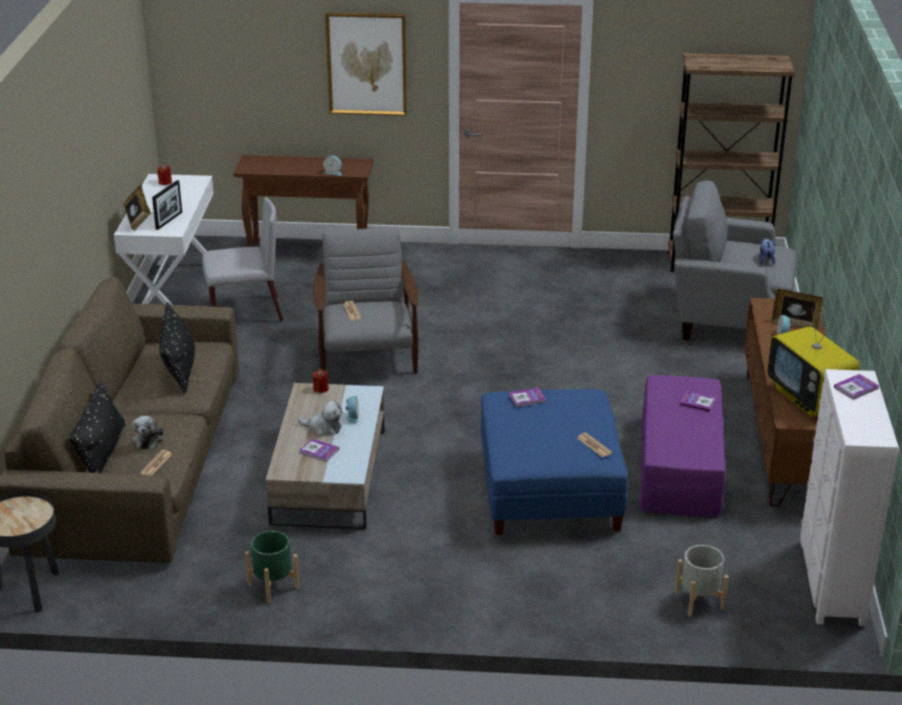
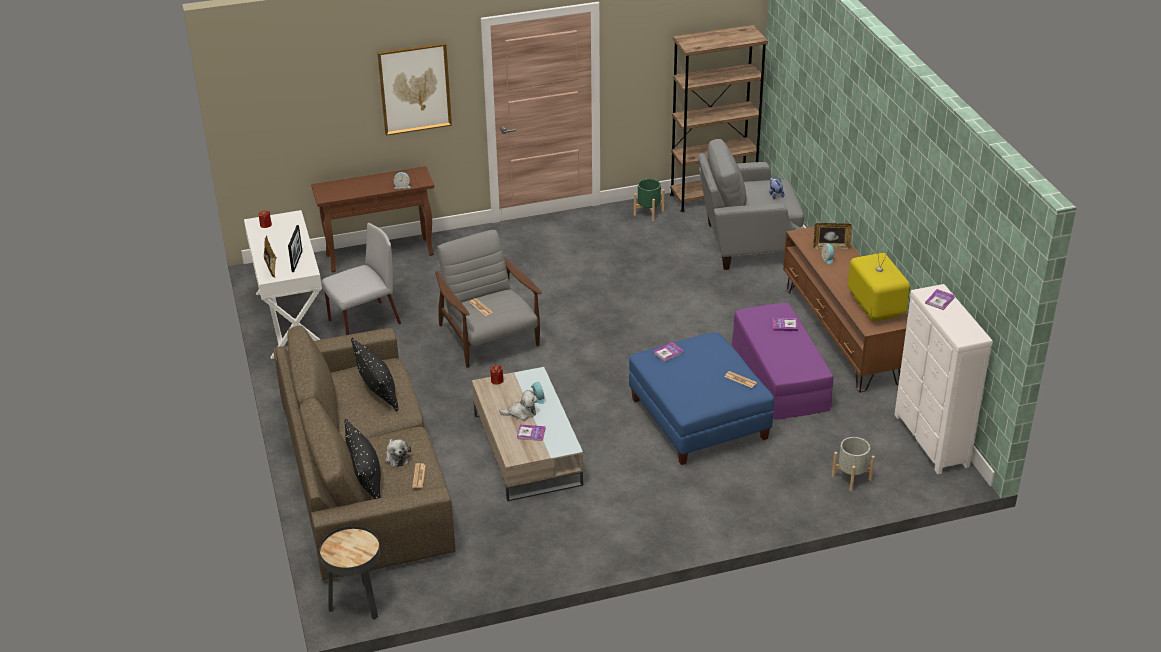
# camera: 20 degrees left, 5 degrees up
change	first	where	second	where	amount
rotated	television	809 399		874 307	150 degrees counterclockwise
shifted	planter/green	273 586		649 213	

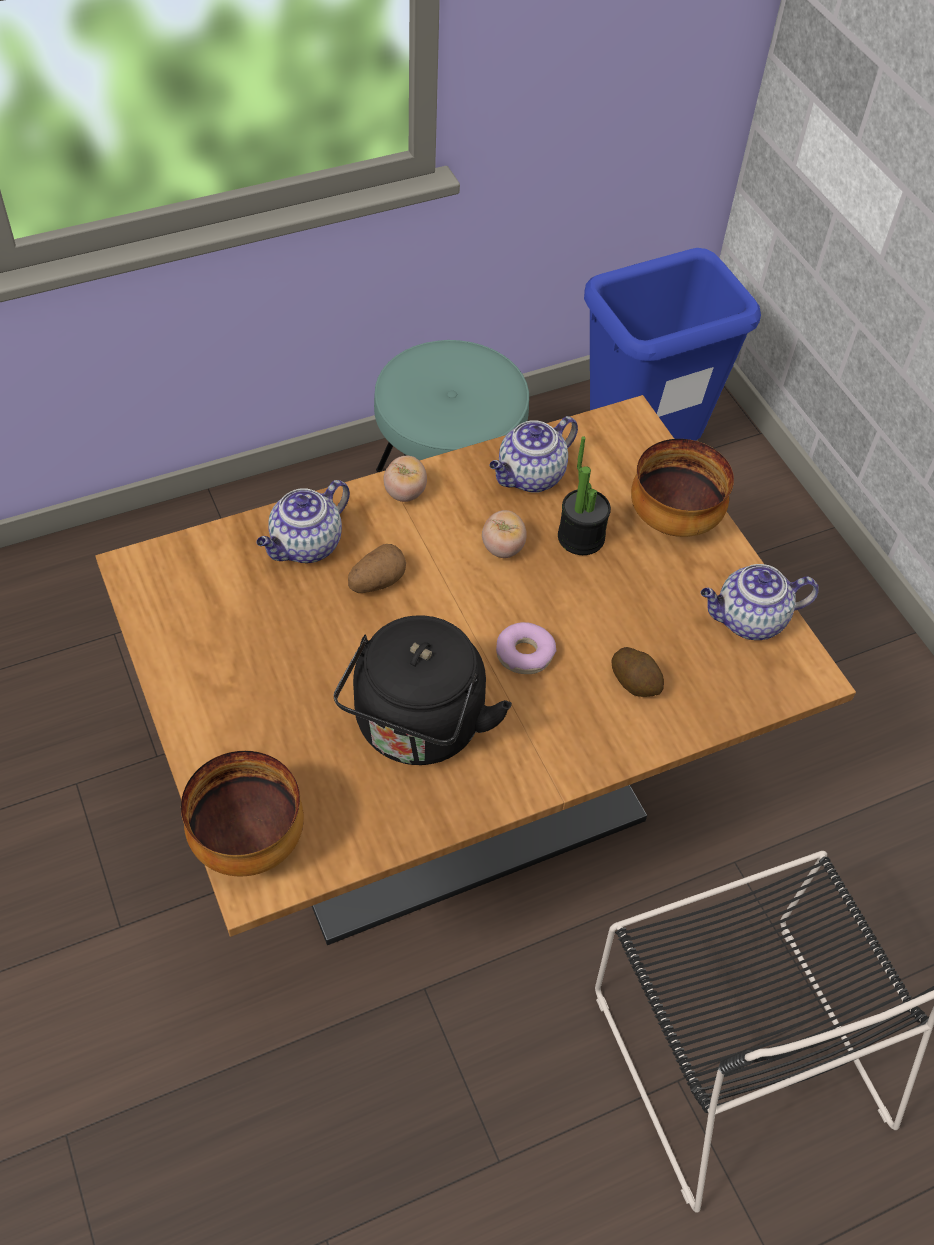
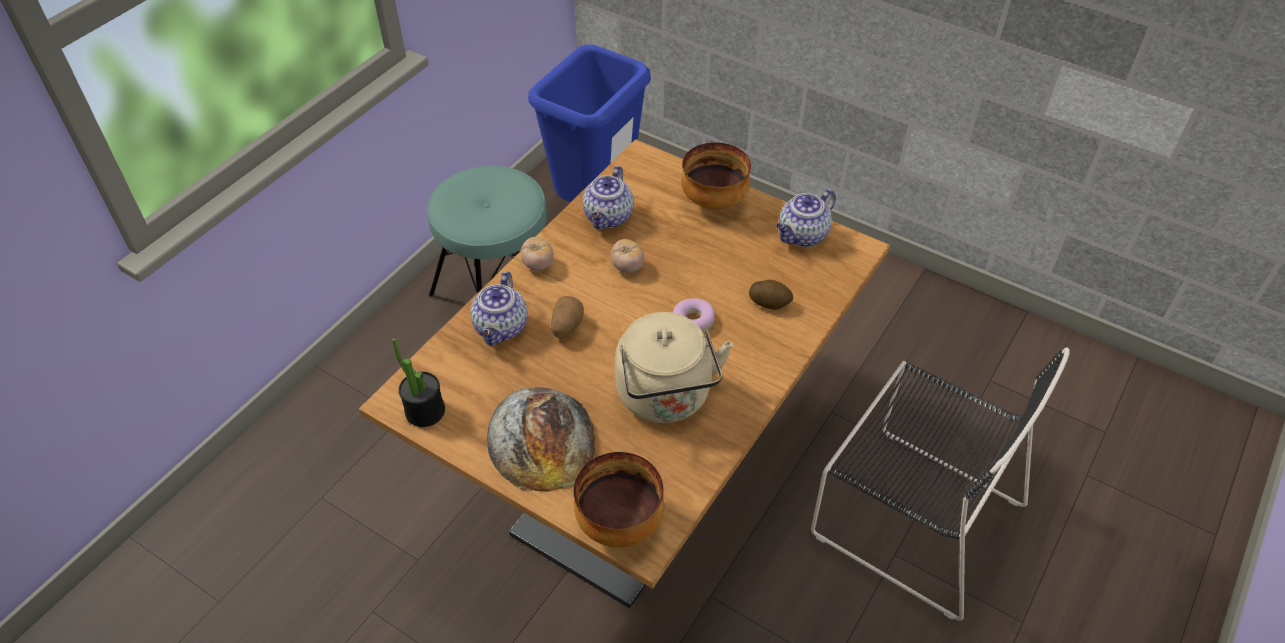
# camera: 30 degrees left, 5 degrees down
change	first	where	second	where	amount
shifted	potted plant	581 537		425 411	
repainted	kettle/black	417 729	kettle/beige	666 398	
new			bread	541 438	

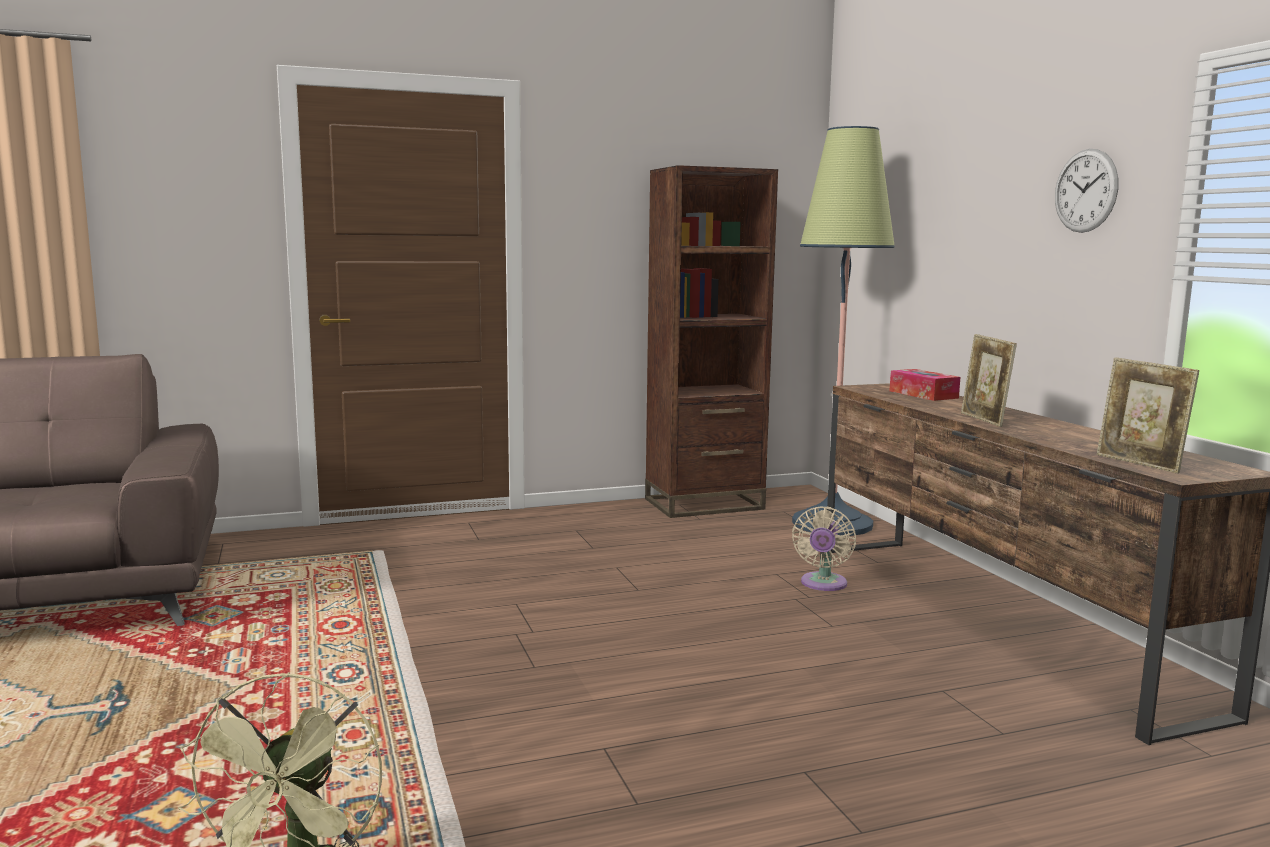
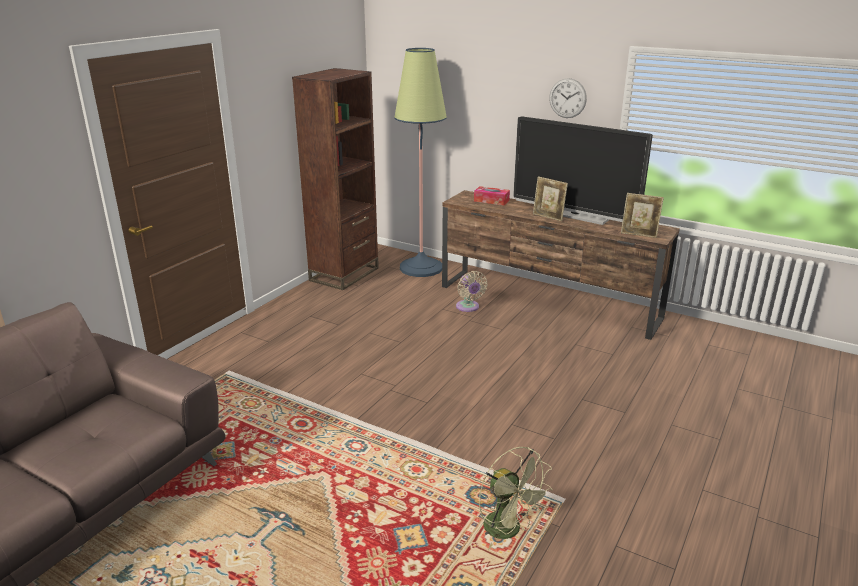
# camera: 40 degrees left, 15 degrees up
change	first	where	second	where	amount
new			television	574 215	

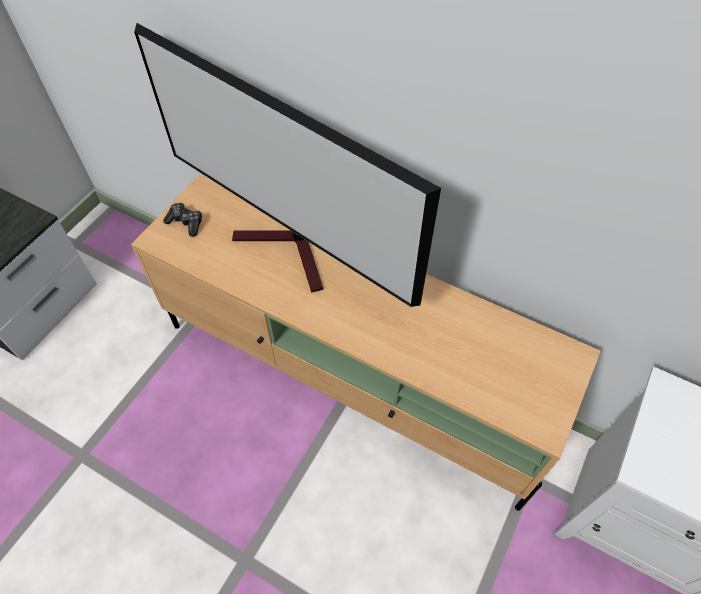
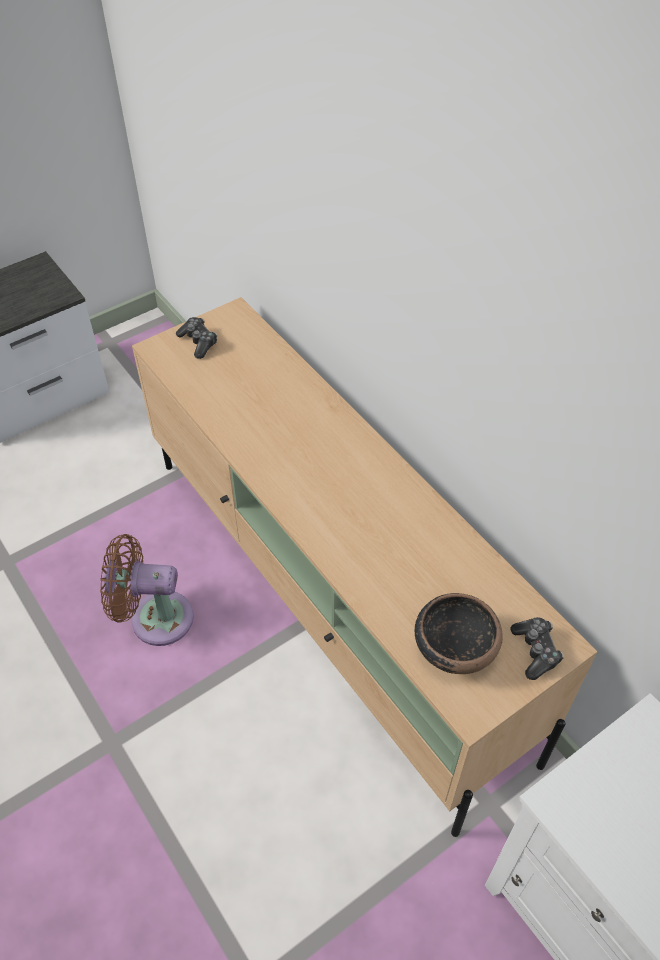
# camera: 25 degrees right, 5 degrees down
change	first	where	second	where	amount
gone	television	292 250			
new			fan/brown	155 618	
new			bowl	454 648	
new			game controller	535 651	

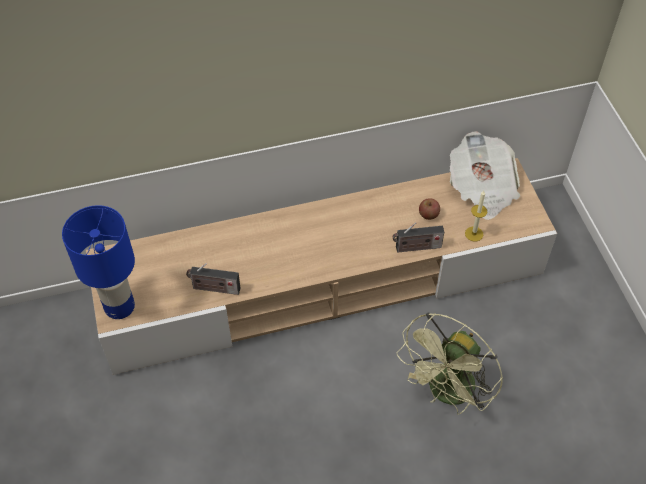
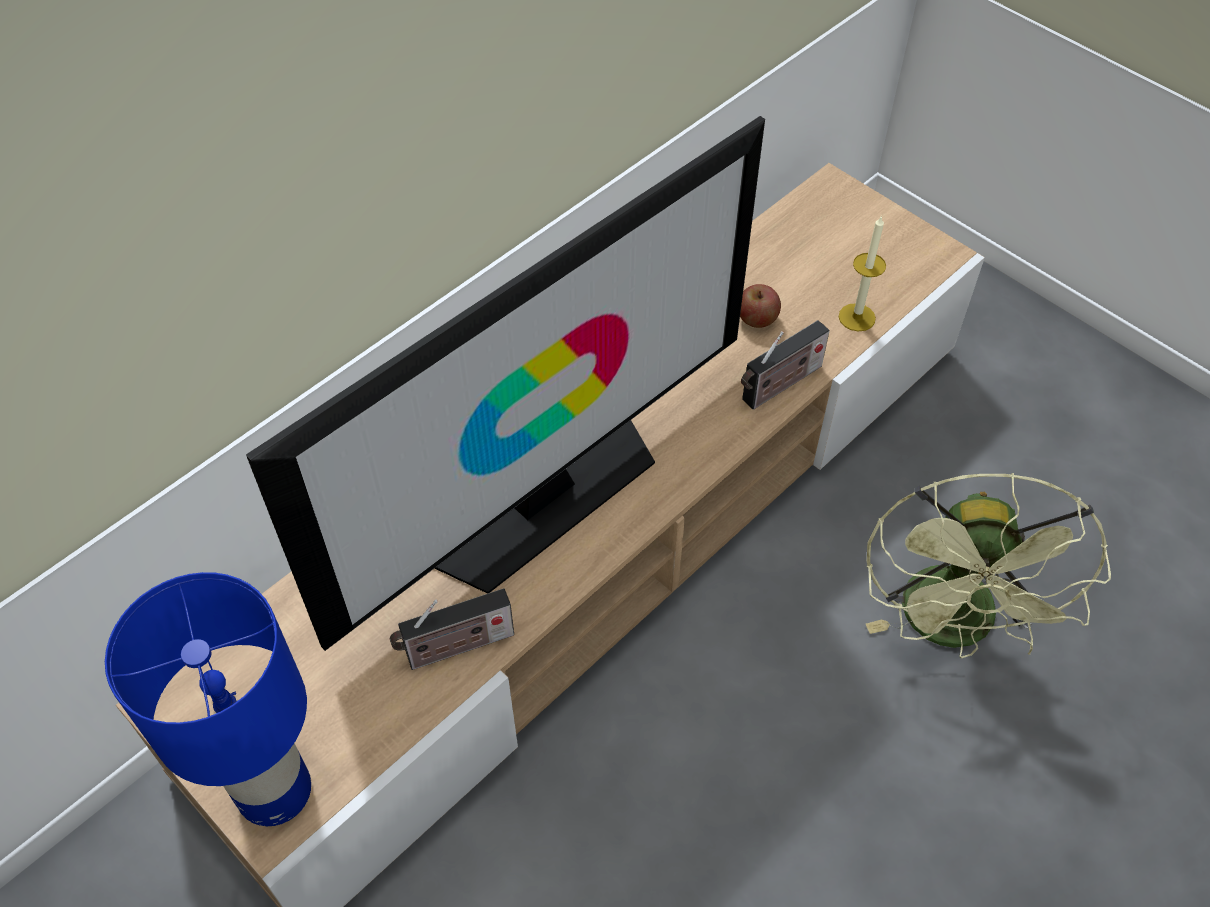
# camera: 30 degrees left, 0 degrees up
change	first	where	second	where	amount
gone	newspaper	482 189			
new			television	542 496	

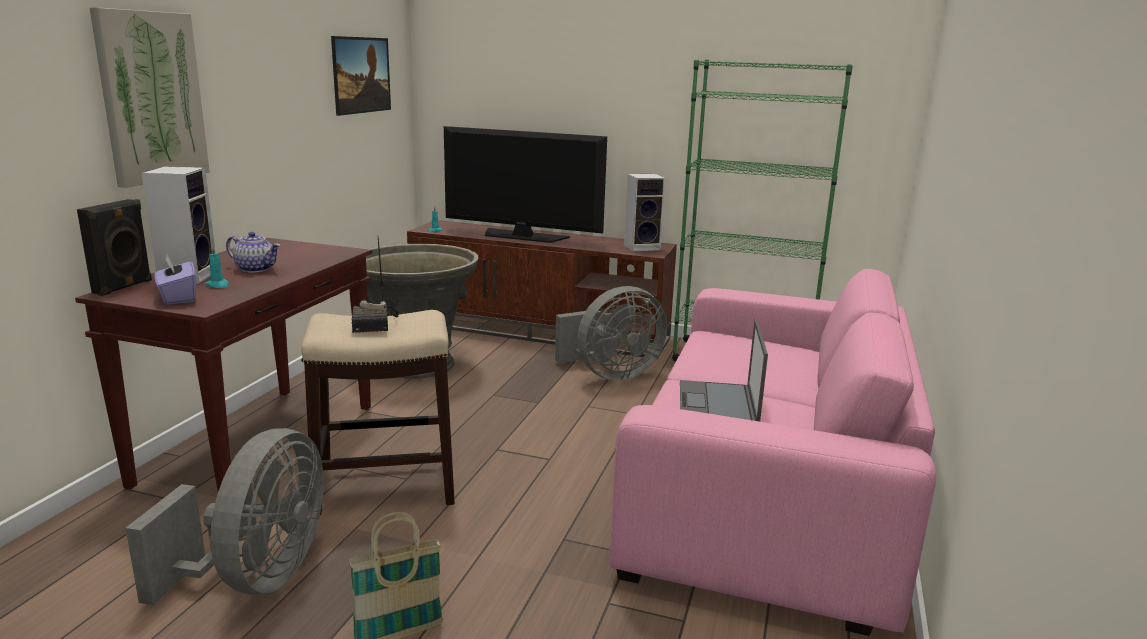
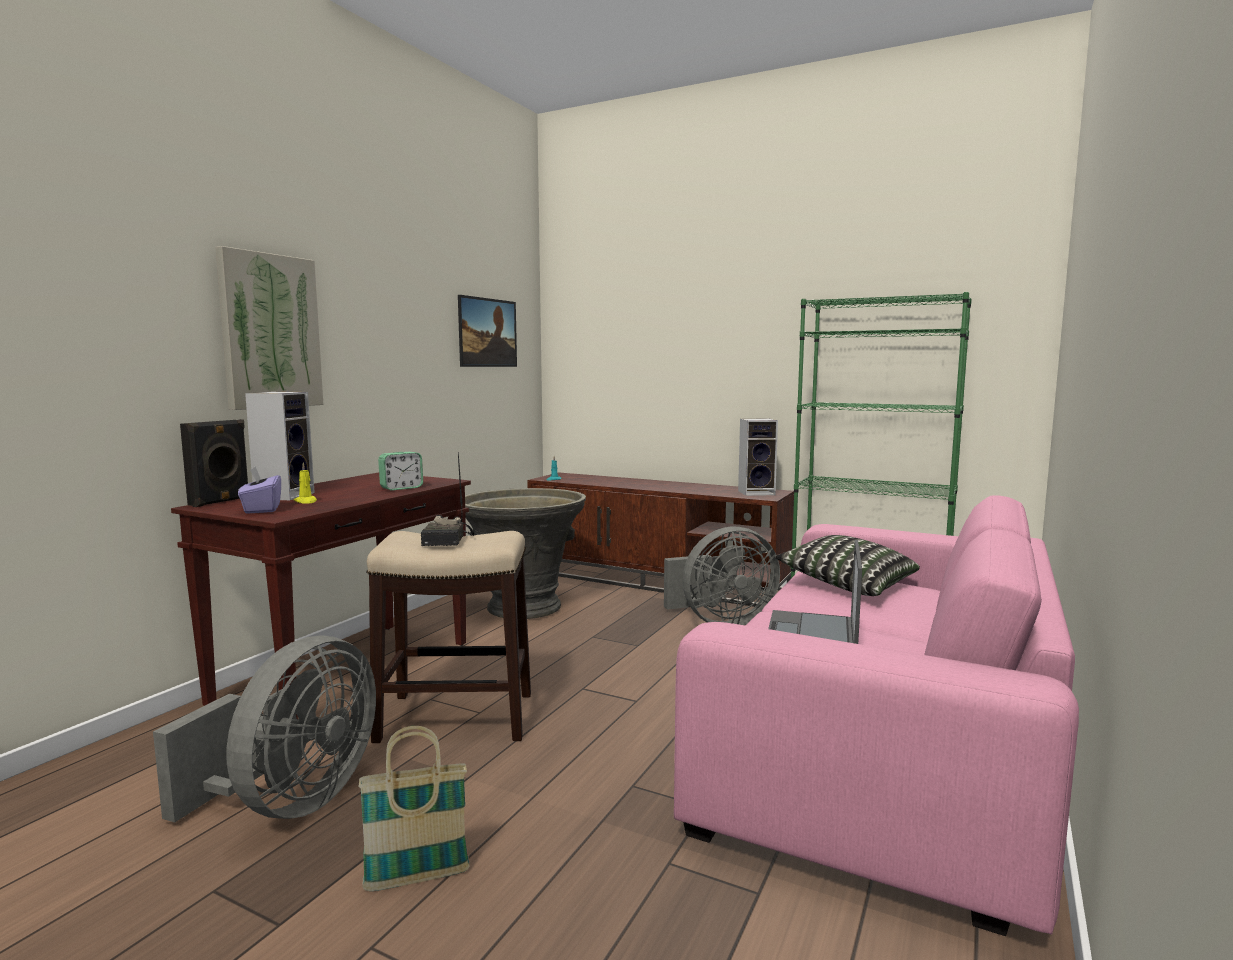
# camera: 10 degrees right, 10 degrees down
change	first	where	second	where	amount
gone	television	523 236			
gone	teapot	256 269			
repainted	candle/turquoise	218 285	candle/yellow	306 501	
new			alarm clock	401 488	
new			pillow	847 585	

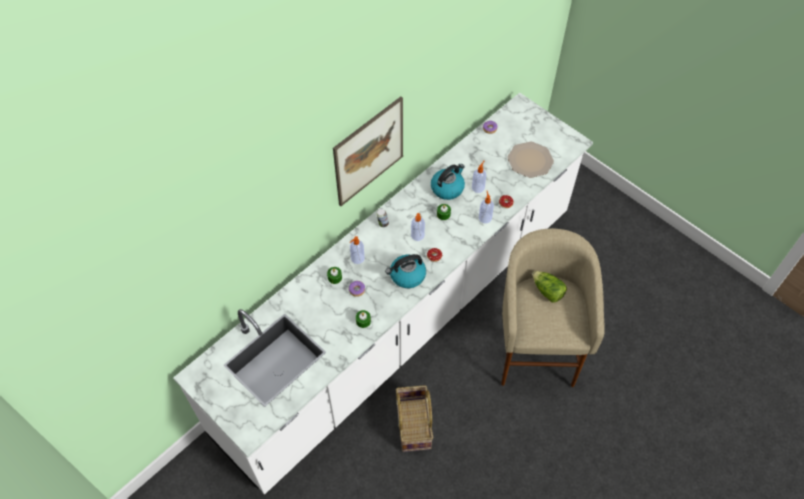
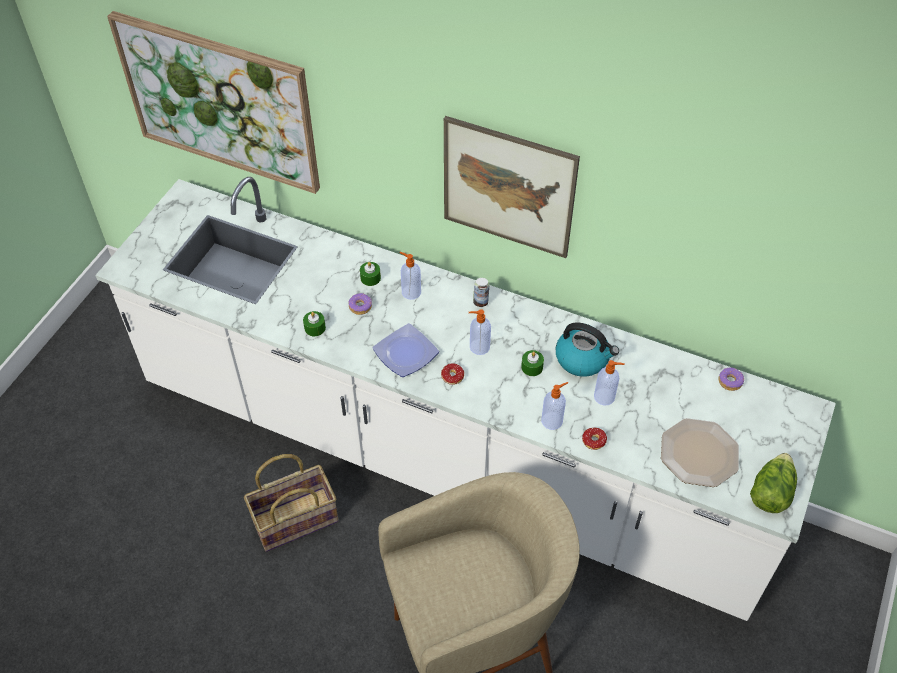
# camera: 70 degrees right, 5 degrees down
change	first	where	second	where	amount
swapped	kettle	407 276	plate	405 354	
shifted	lettuce	547 291		770 492	
new			picture	220 101	

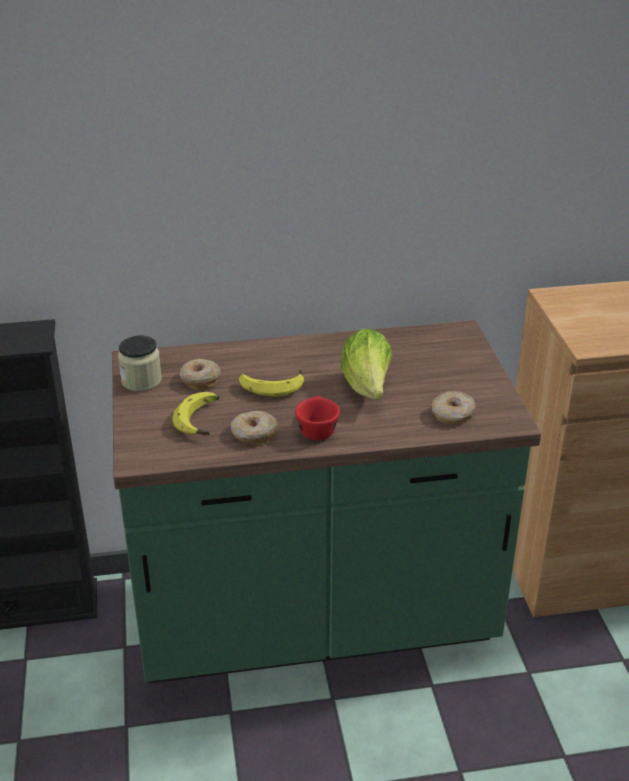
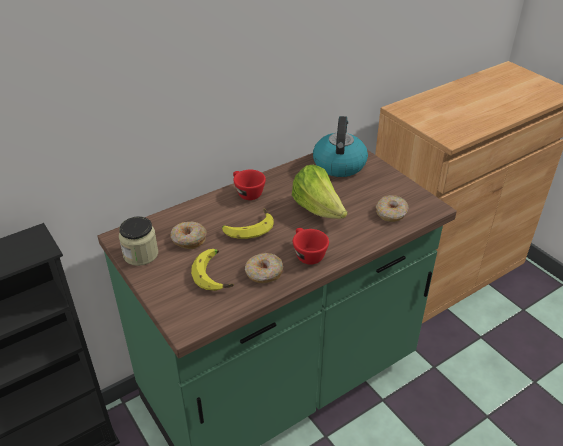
# camera: 25 degrees left, 5 degrees up
change	first	where	second	where	amount
new			kettle	339 164	
new			cup/red	246 192	

